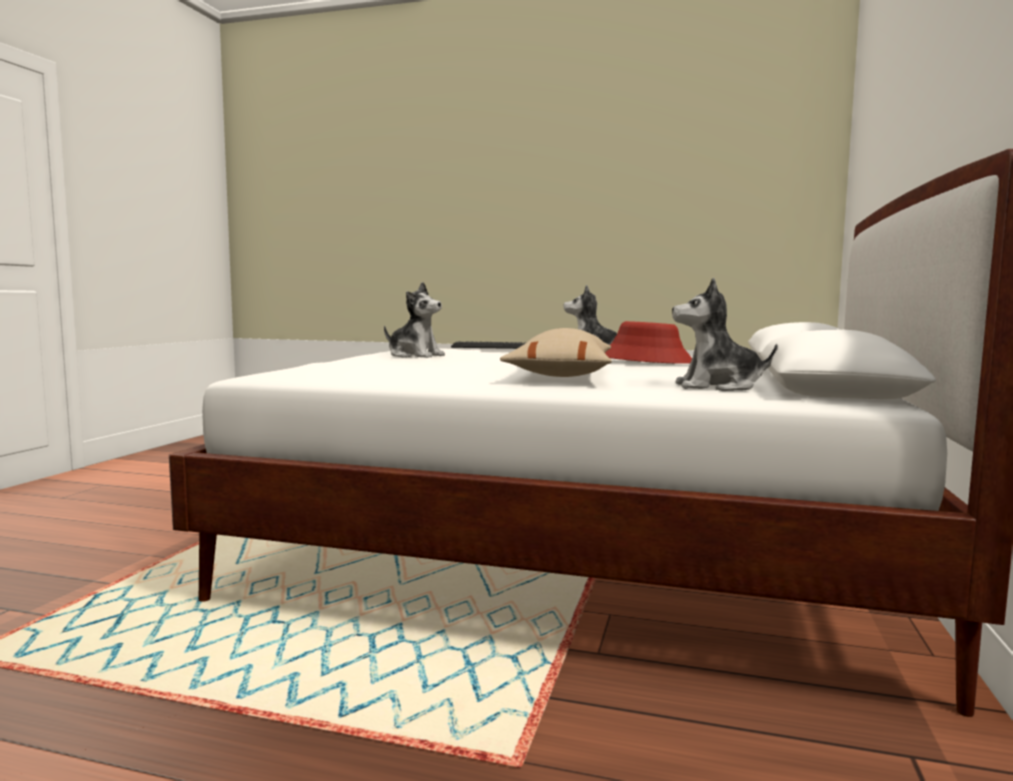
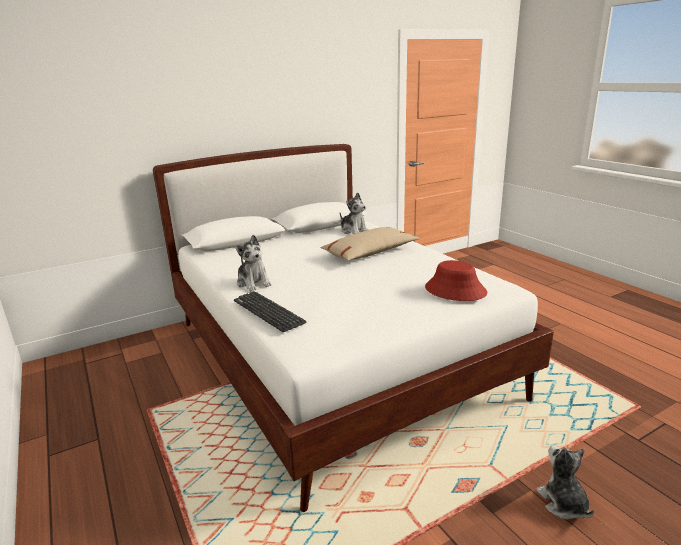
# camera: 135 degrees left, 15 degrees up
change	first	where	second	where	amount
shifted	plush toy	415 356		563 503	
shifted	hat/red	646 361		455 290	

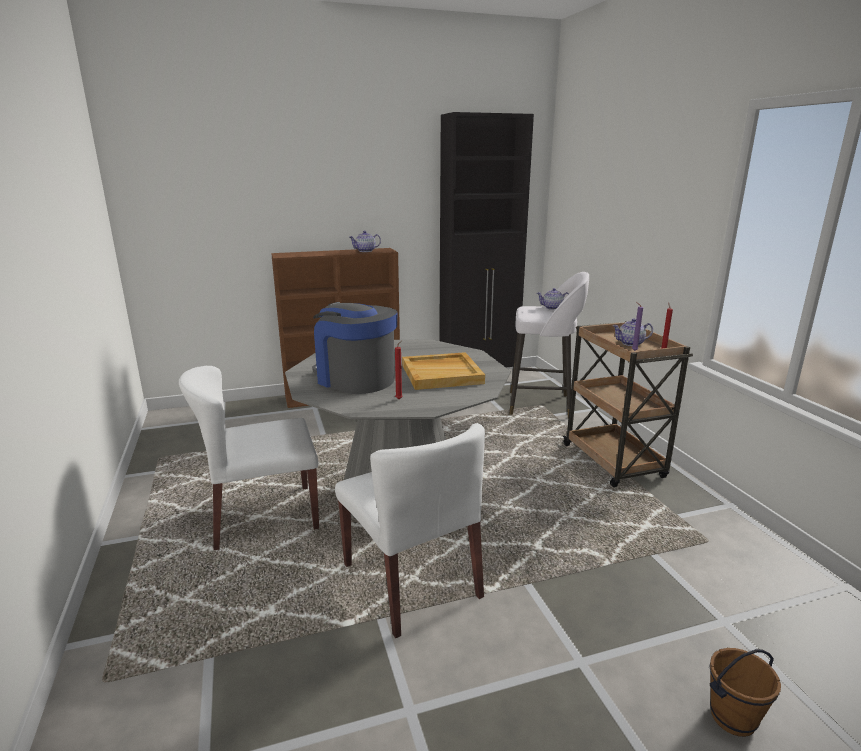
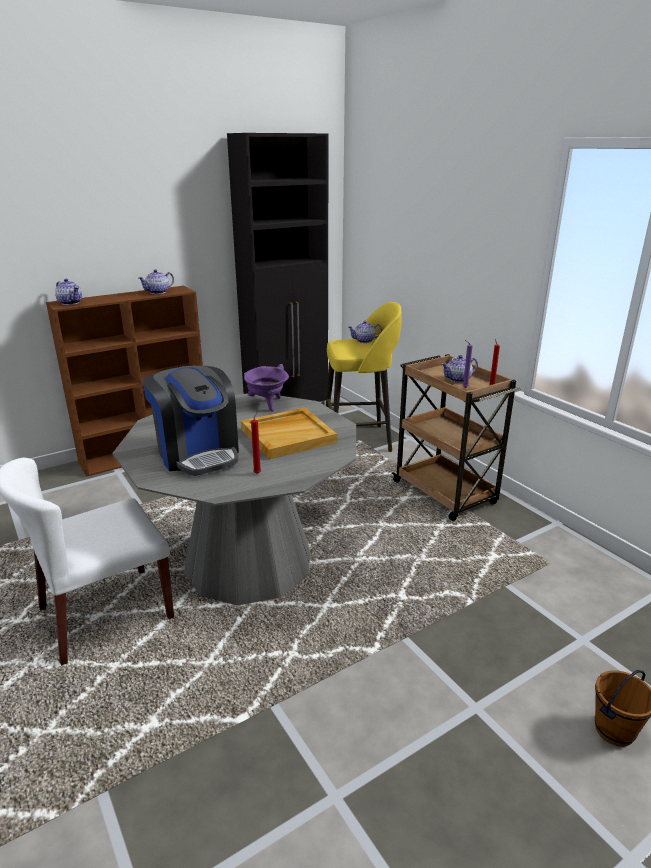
# camera: 15 degrees left, 5 degrees up
change	first	where	second	where	amount
repainted	stool/white	542 405	stool/yellow	359 440	
rotated	coffee machine	355 379		197 453	150 degrees counterclockwise
gone	chair/white	412 581			
new			teapot	70 303	
new			cooking pot/purple	267 404	

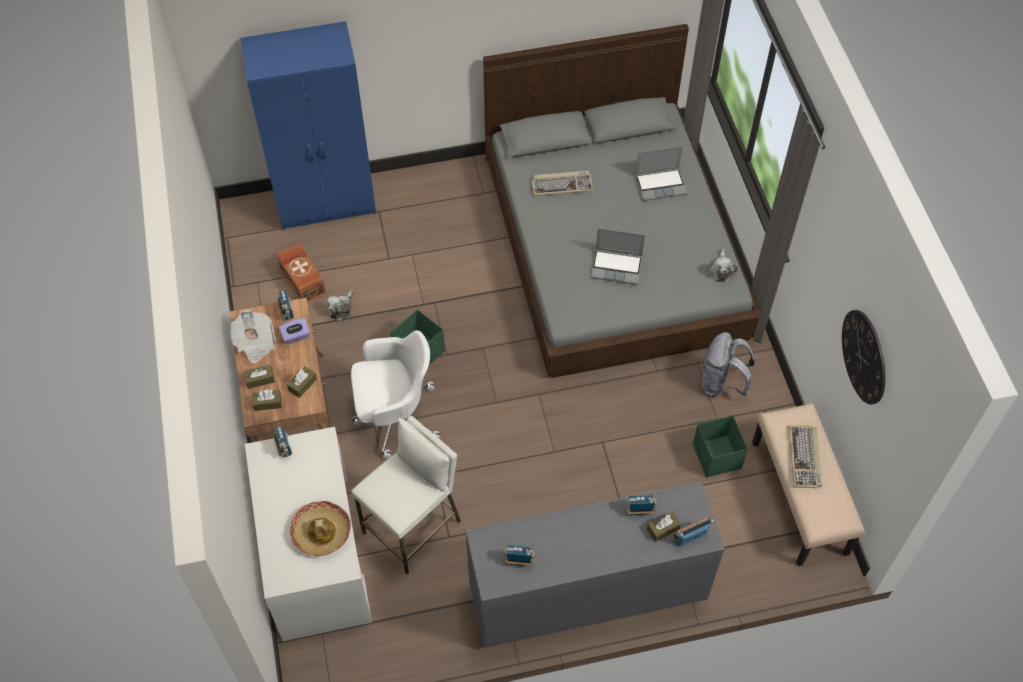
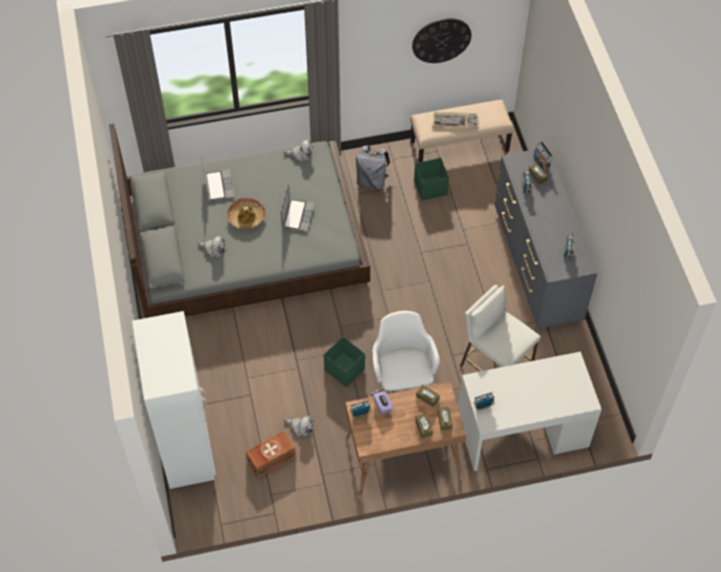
# camera: 90 degrees left, 0 degrees up
change	first	where	second	where	amount
repainted	wardrobe/blue	327 203	wardrobe/white	187 446	
swapped	keyboard	562 185	plush toy	213 249	
gone	newspaper	255 343			
shifted	hat	321 532		246 217	

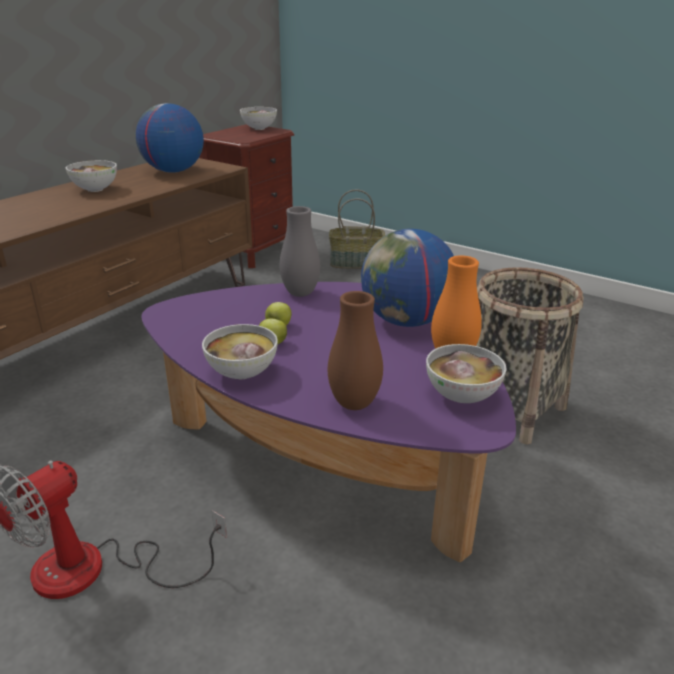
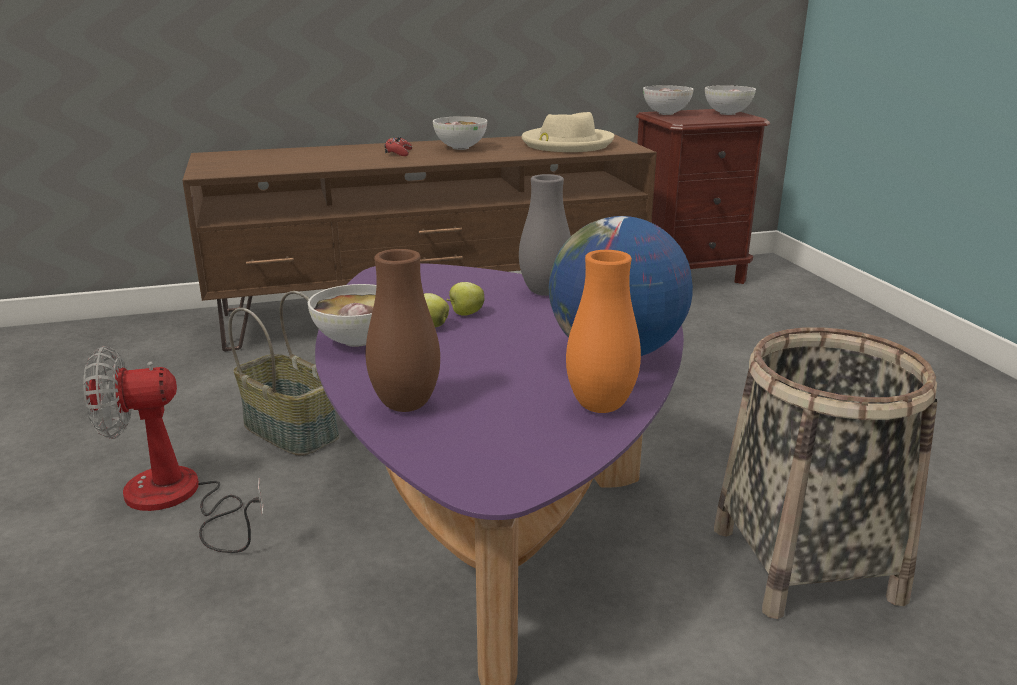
# camera: 40 degrees right, 5 degrees down
change	first	where	second	where	amount
swapped	globe	173 171	hat/beige	566 144	
shifted	basket	356 263		292 430	
shifted	bowl	462 396		666 113	
new			game controller/red	398 152	

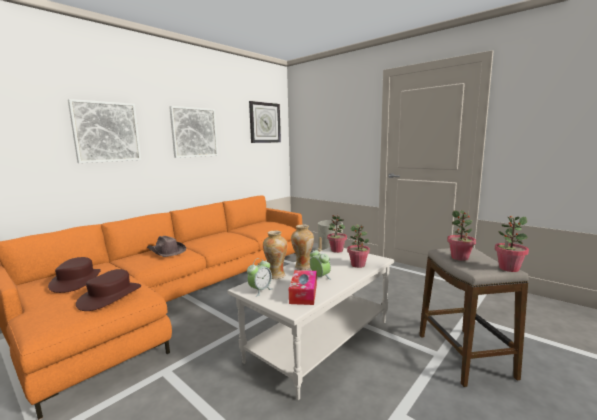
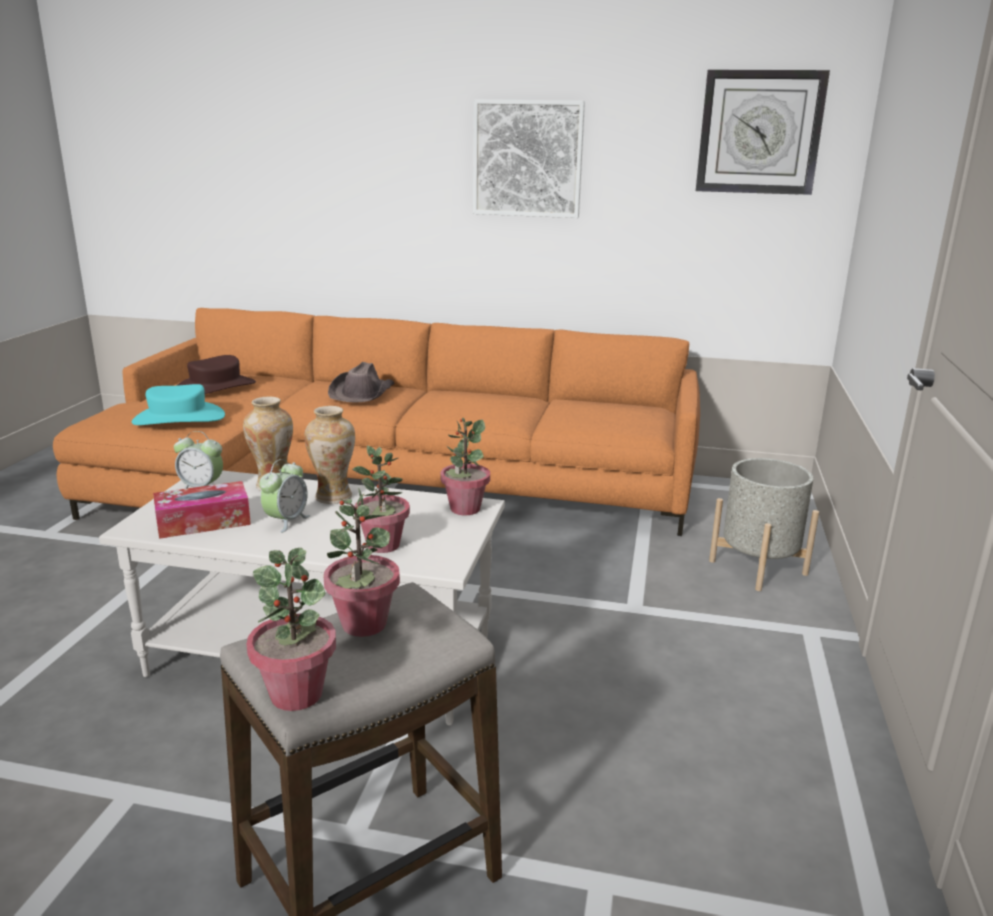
# camera: 60 degrees right, 10 degrees up
change	first	where	second	where	amount
gone	picture	106 132			
repainted	hat/brown	110 296	hat/turquoise	179 418	

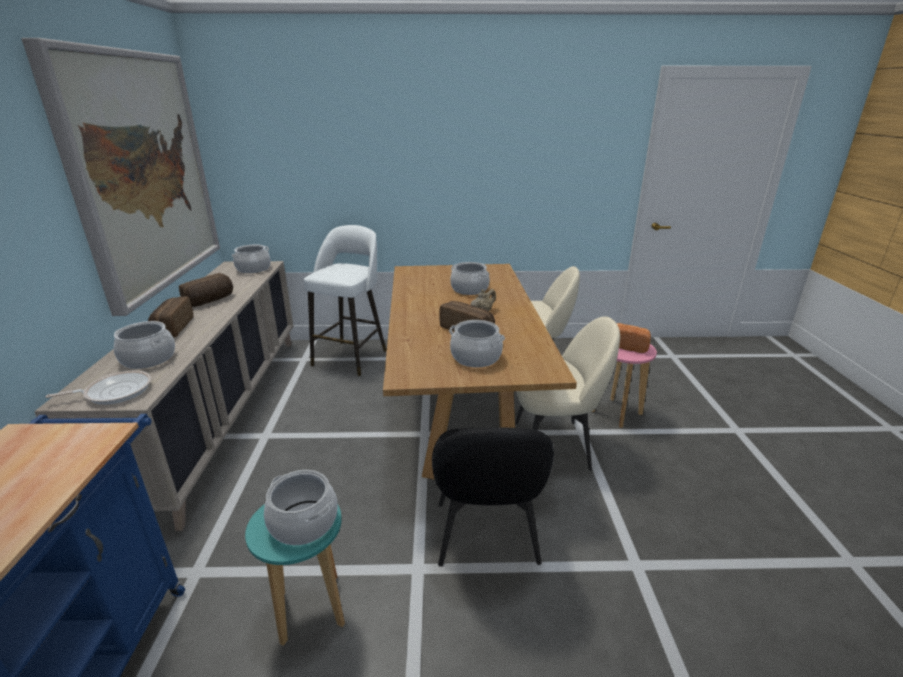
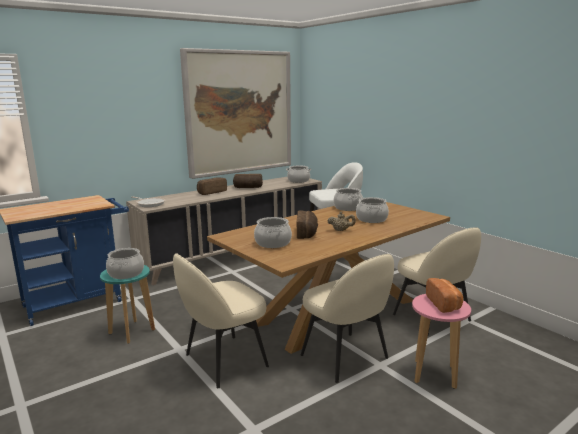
# camera: 55 degrees right, 10 degrees down
change	first	where	second	where	amount
shifted	cooking pot	148 359		347 208	
repainted	chair/black	486 535	chair/beige	223 361	

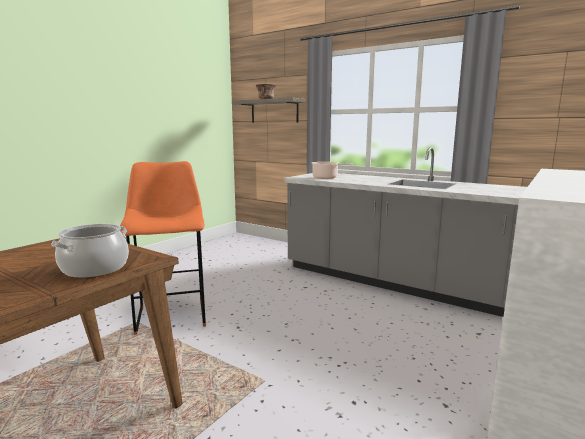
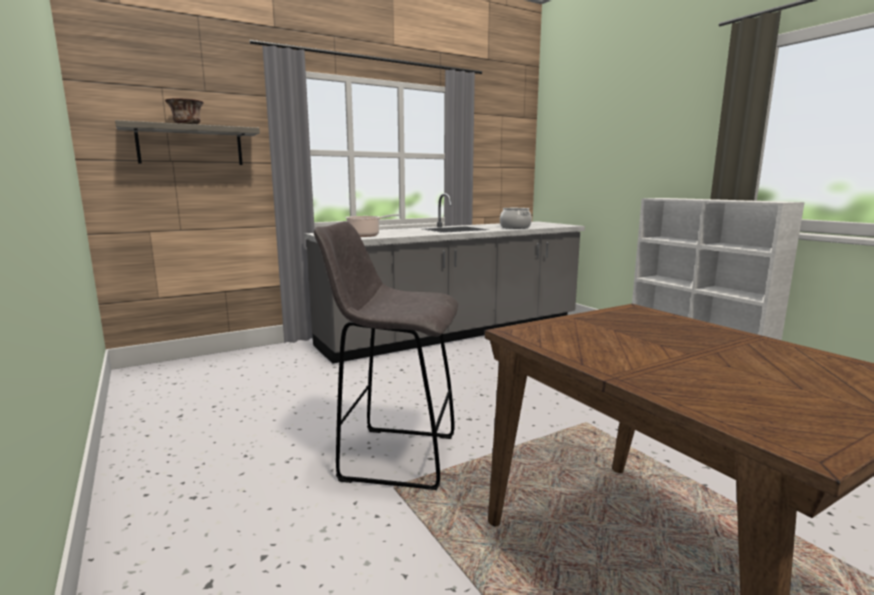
# camera: 65 degrees left, 0 degrees up
change	first	where	second	where	amount
repainted	stool/orange	172 315	stool/grey	395 457	
shifted	cooking pot	95 268		515 227	

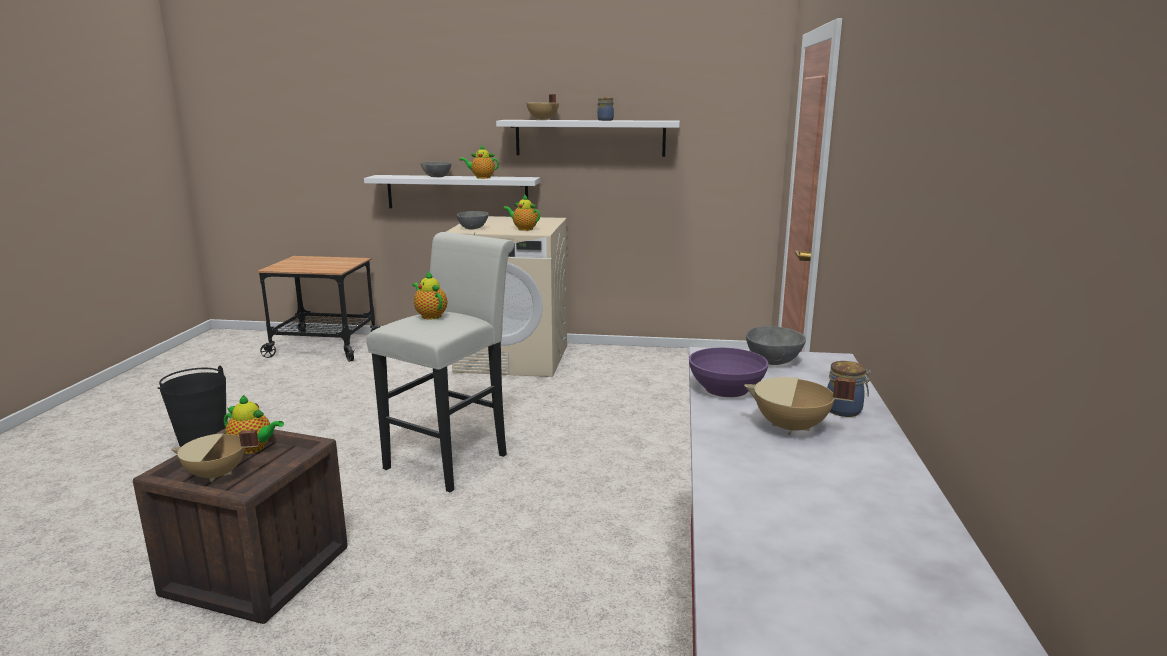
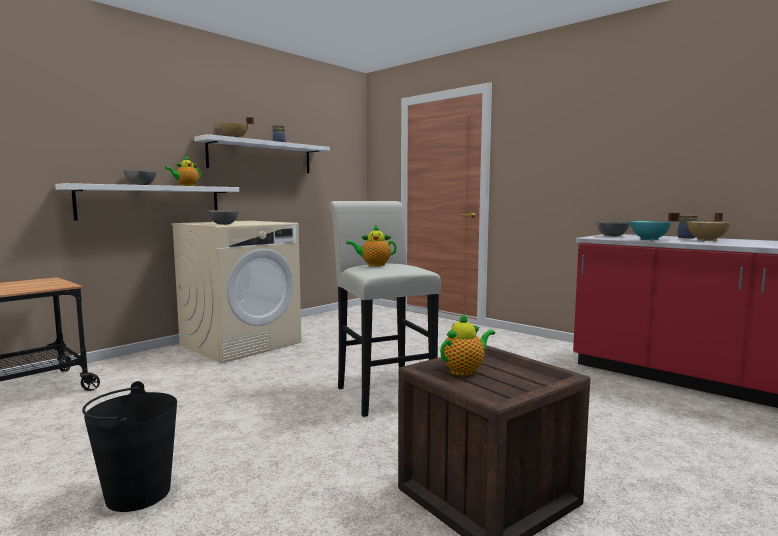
# camera: 55 degrees left, 10 degrees down
change	first	where	second	where	amount
gone	teapot	523 229			
swapped	bowl/purple	726 389	cooking pot/turquoise	650 240	
gone	cooking pot/beige	216 475			

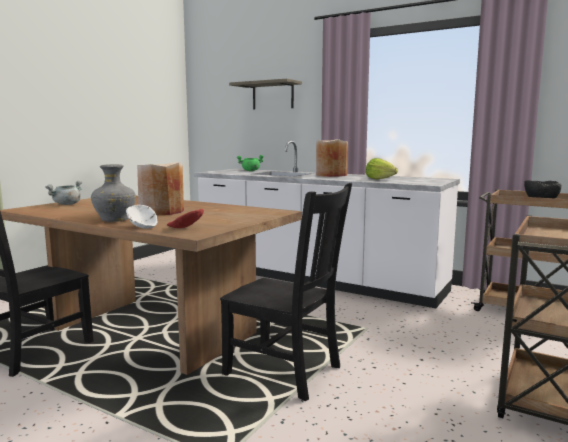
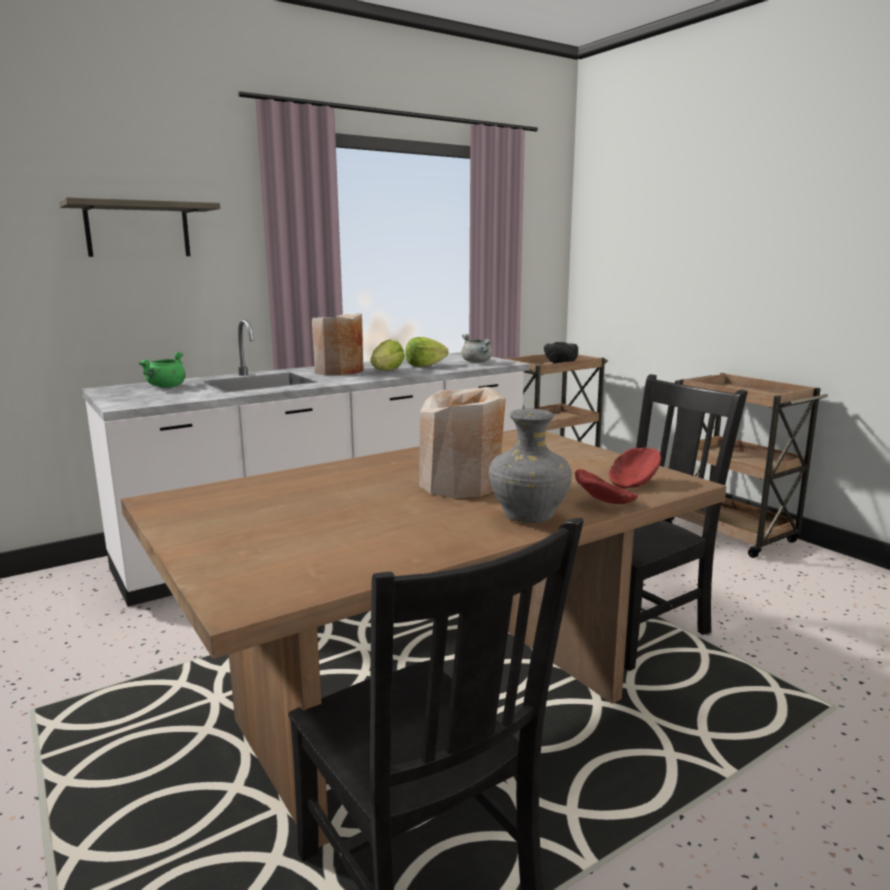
# camera: 65 degrees left, 5 degrees up
change	first	where	second	where	amount
shifted	cooking pot/grey	66 204		477 362	
repainted	bowl/white	142 226	bowl/red	607 503	
new			lettuce	387 370	

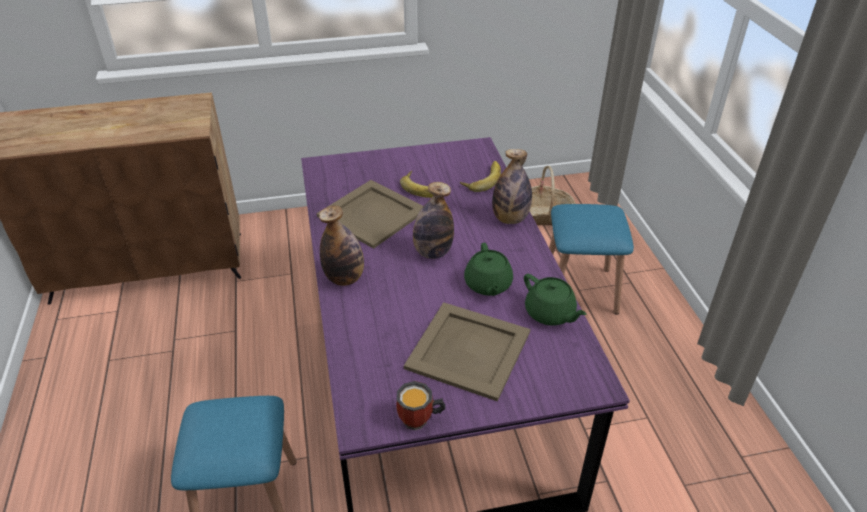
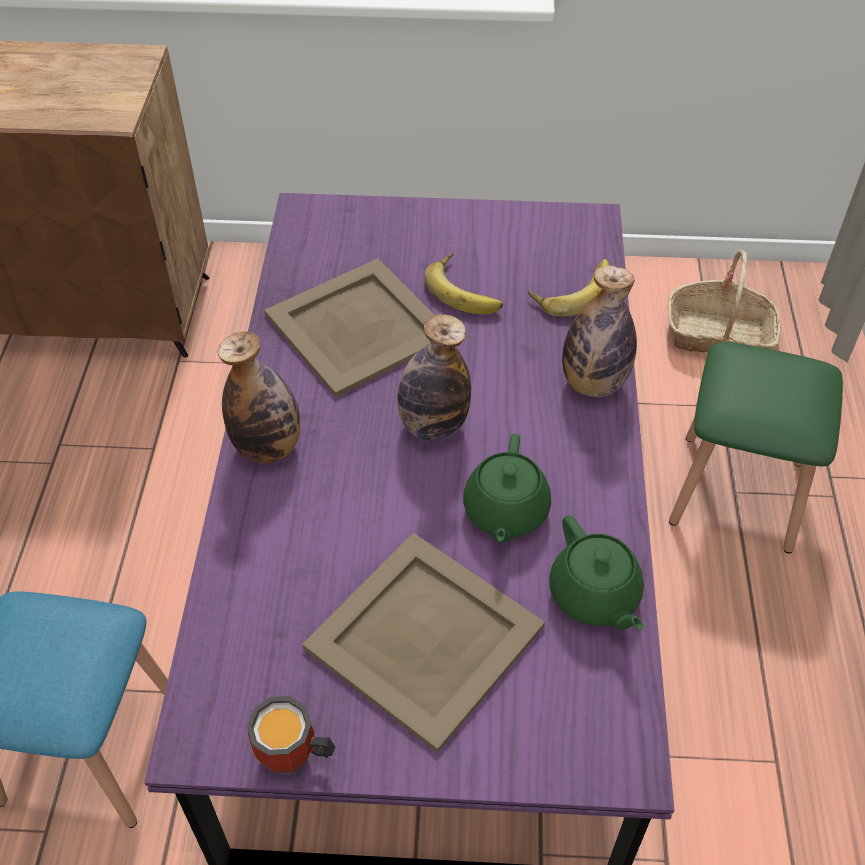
# camera: 15 degrees right, 10 degrees up
change	first	where	second	where	amount
repainted	stool/blue	580 289	stool/green	737 491	

